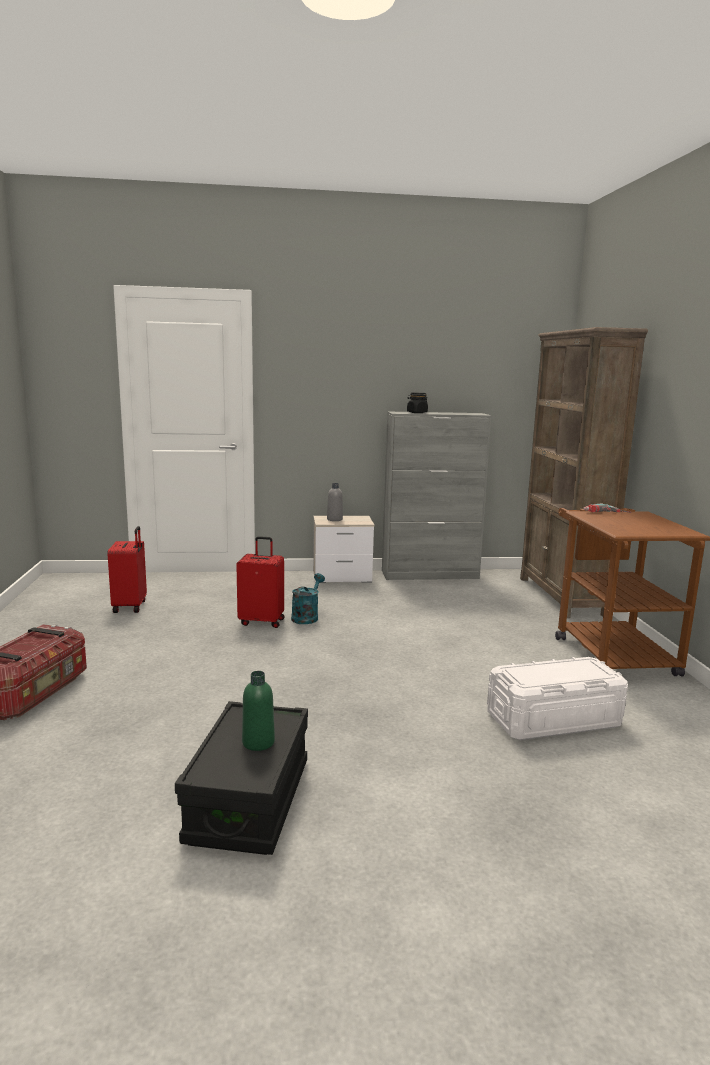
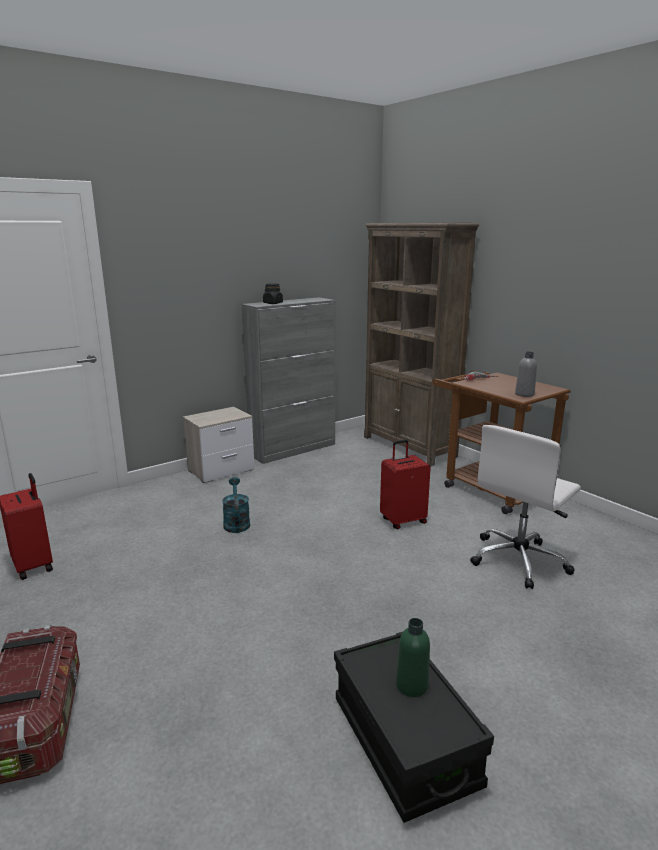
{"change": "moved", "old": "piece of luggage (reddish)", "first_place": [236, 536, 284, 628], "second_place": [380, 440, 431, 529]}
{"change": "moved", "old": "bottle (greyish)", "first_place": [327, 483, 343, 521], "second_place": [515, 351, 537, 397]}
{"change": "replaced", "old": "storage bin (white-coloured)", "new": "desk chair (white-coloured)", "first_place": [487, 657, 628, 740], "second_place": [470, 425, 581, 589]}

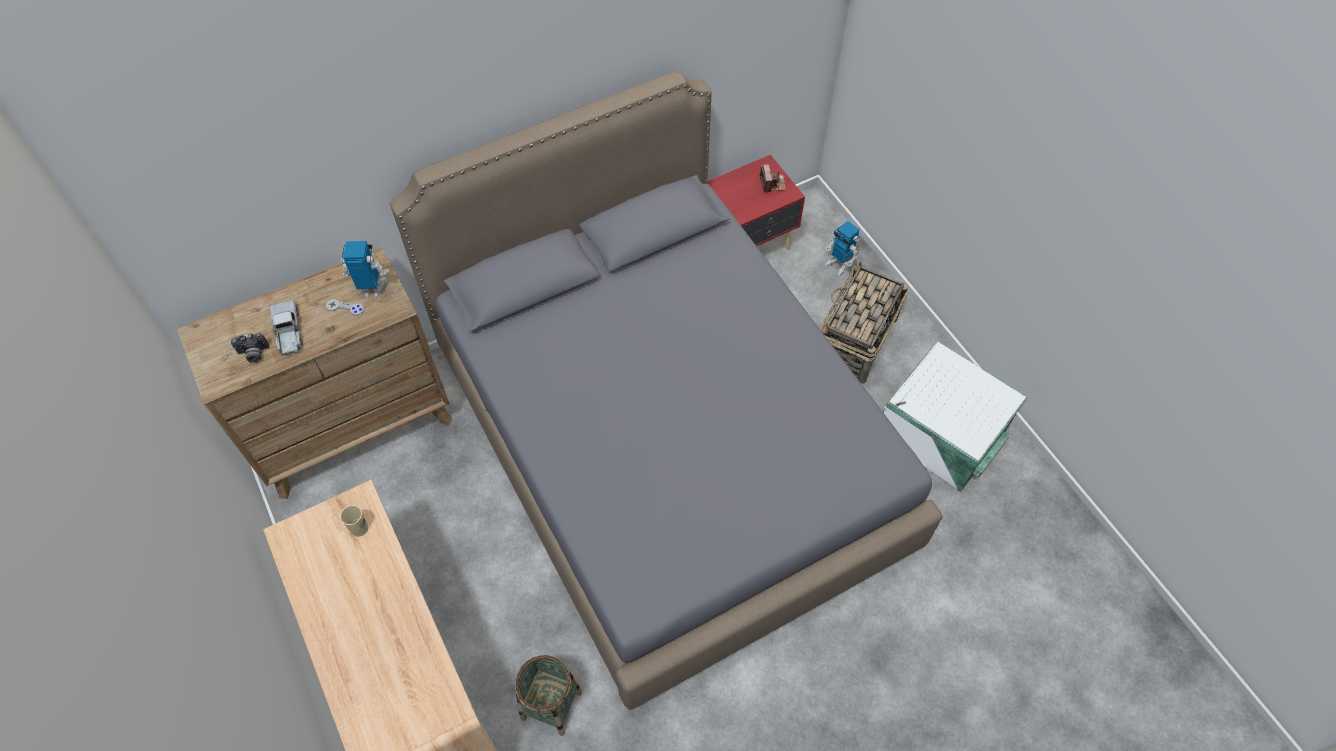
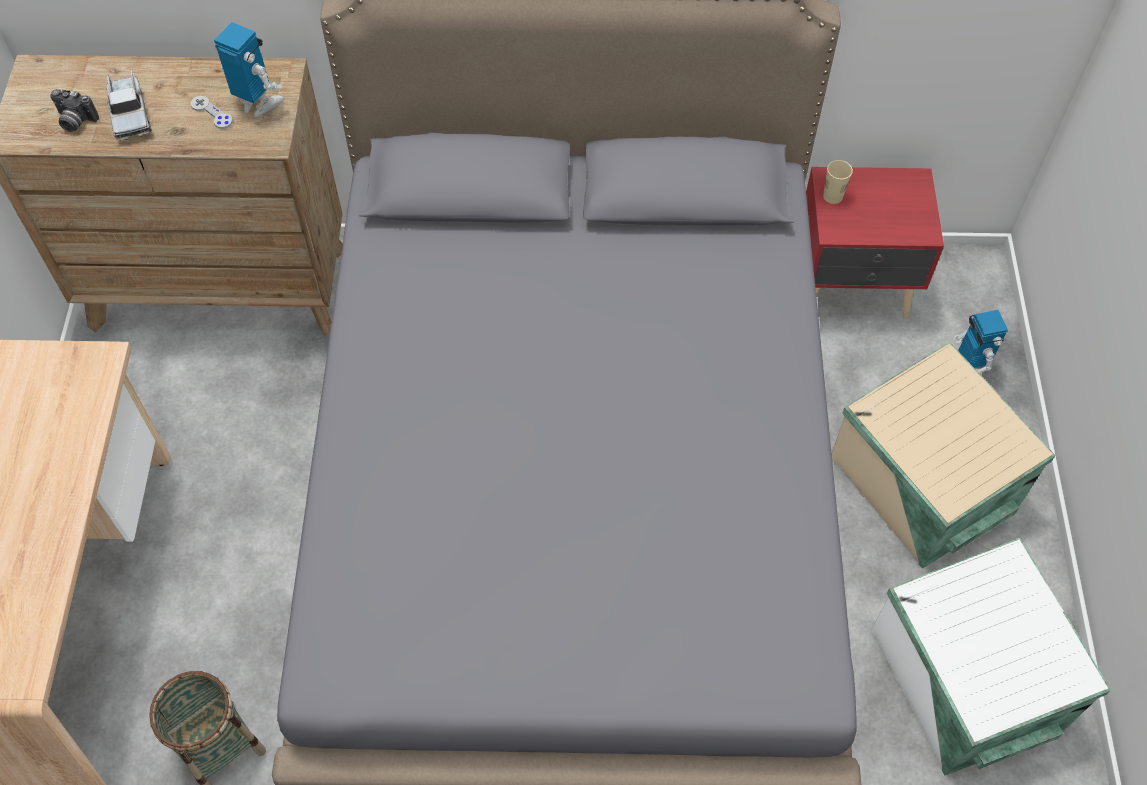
{"change": "removed", "old": "photo camera", "first_place": [760, 164, 786, 193]}
{"change": "moved", "old": "cup (beige)", "first_place": [340, 505, 368, 537], "second_place": [823, 160, 853, 204]}
{"change": "replaced", "old": "storage basket", "new": "storage bin (beige)", "first_place": [820, 261, 909, 384], "second_place": [832, 342, 1056, 569]}
{"change": "turned", "old": "toy truck", "first_place": [270, 301, 303, 355], "second_place": [106, 70, 152, 140], "degrees": 150}

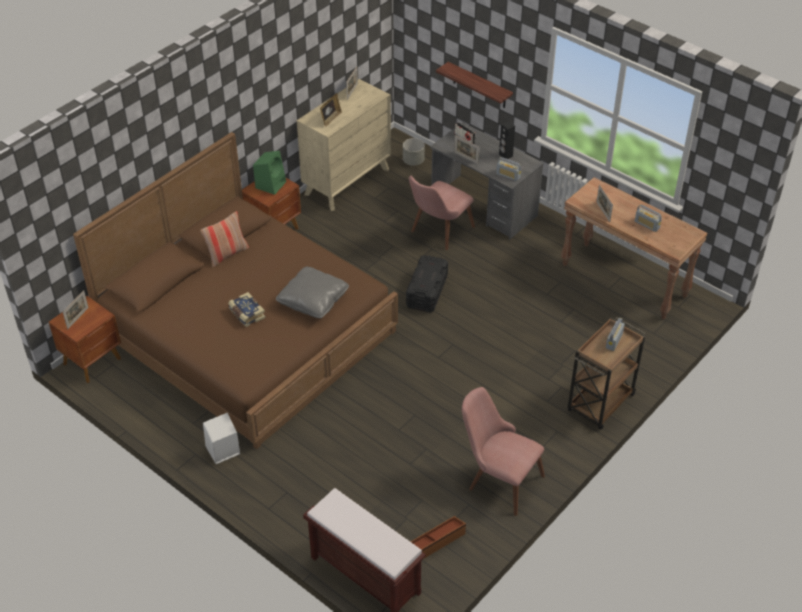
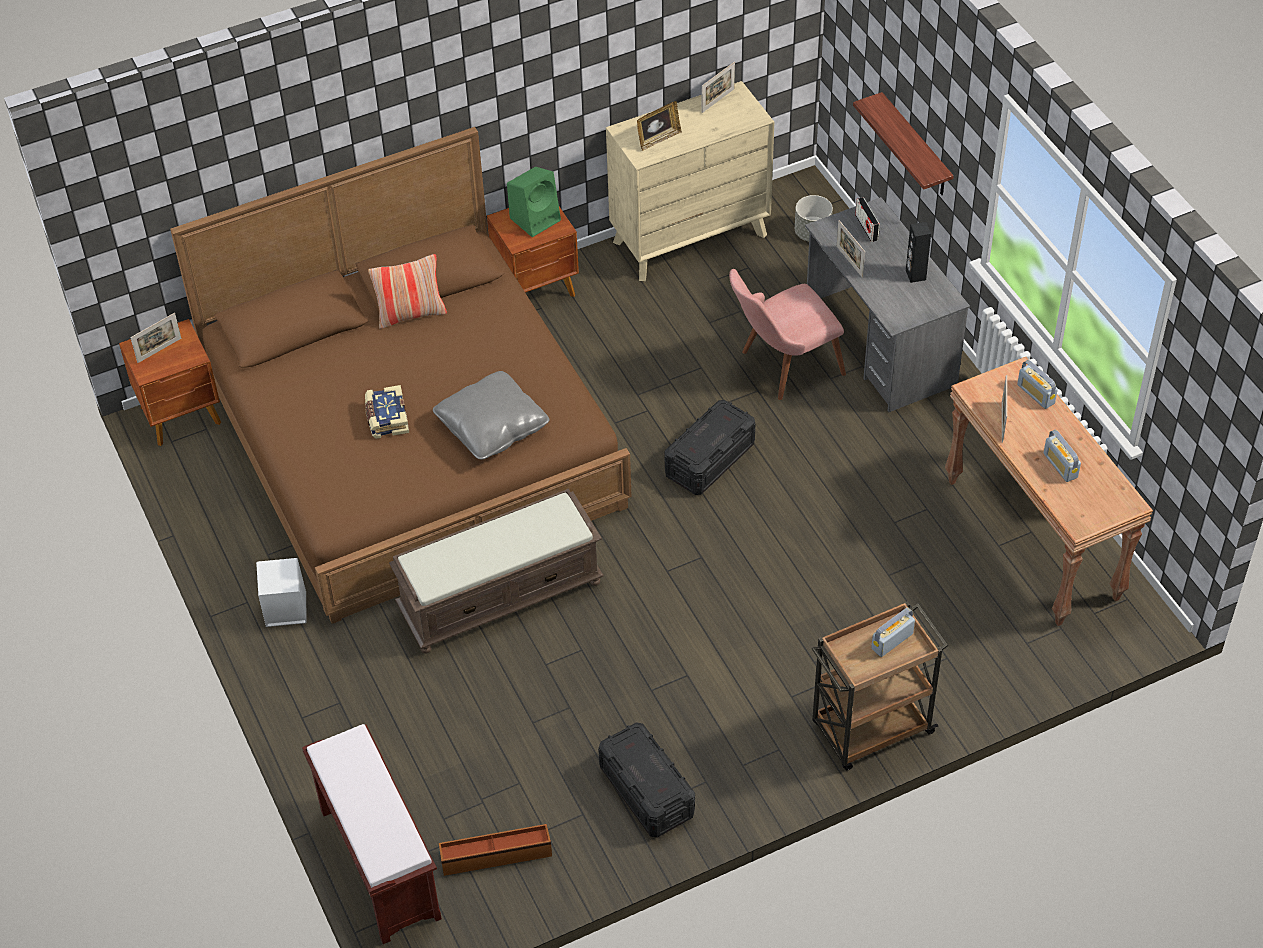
{"change": "added", "new": "long seat (brownish)", "second_place": [389, 489, 604, 654]}
{"change": "moved", "old": "radio", "first_place": [496, 157, 521, 181], "second_place": [1017, 360, 1058, 409]}
{"change": "replaced", "old": "upright chair (pink-coloured)", "new": "storage bin (black)", "first_place": [462, 387, 545, 516], "second_place": [598, 722, 695, 838]}

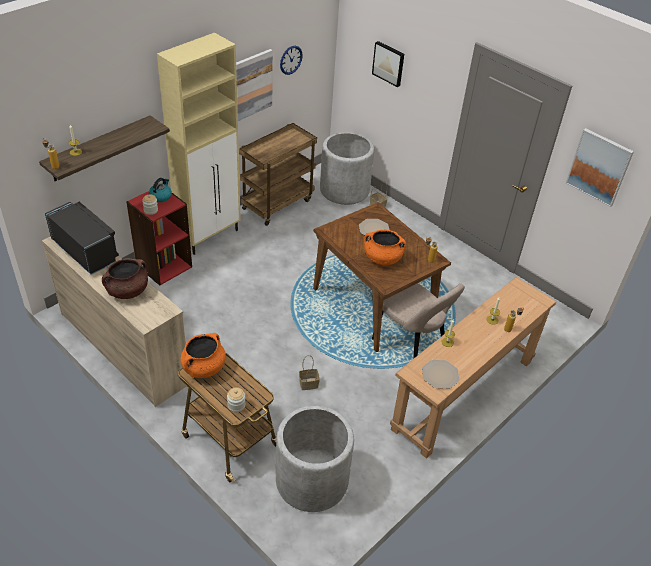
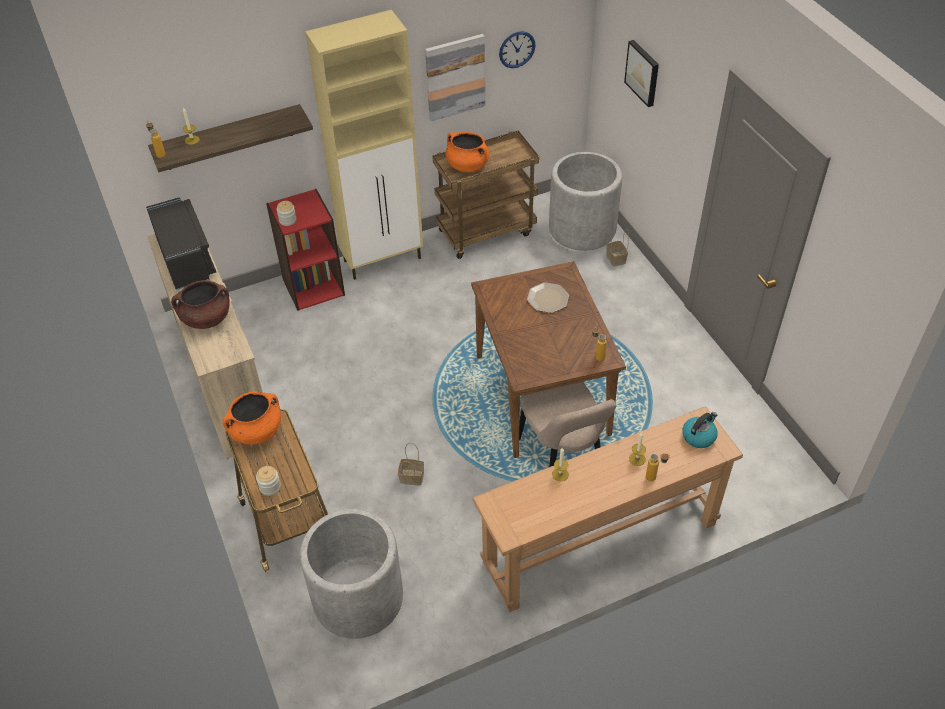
{"change": "removed", "old": "dinner plate", "first_place": [422, 360, 460, 389]}
{"change": "removed", "old": "wall art", "first_place": [566, 128, 634, 207]}
{"change": "moved", "old": "tea kettle", "first_place": [149, 178, 172, 202], "second_place": [682, 412, 718, 448]}
{"change": "moved", "old": "saucepot (orangey)", "first_place": [364, 230, 406, 265], "second_place": [446, 132, 489, 172]}

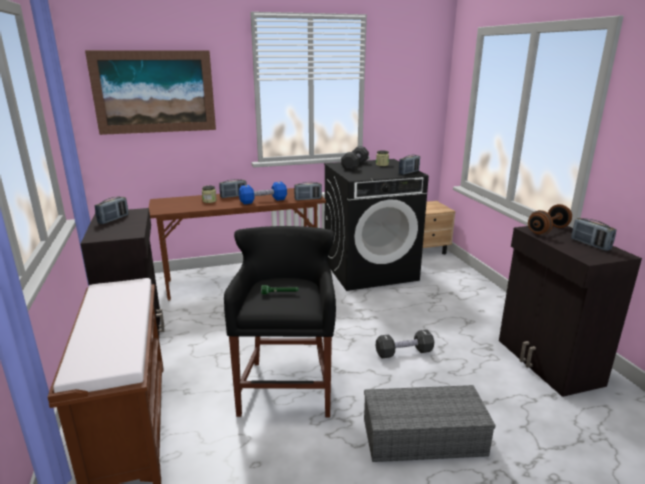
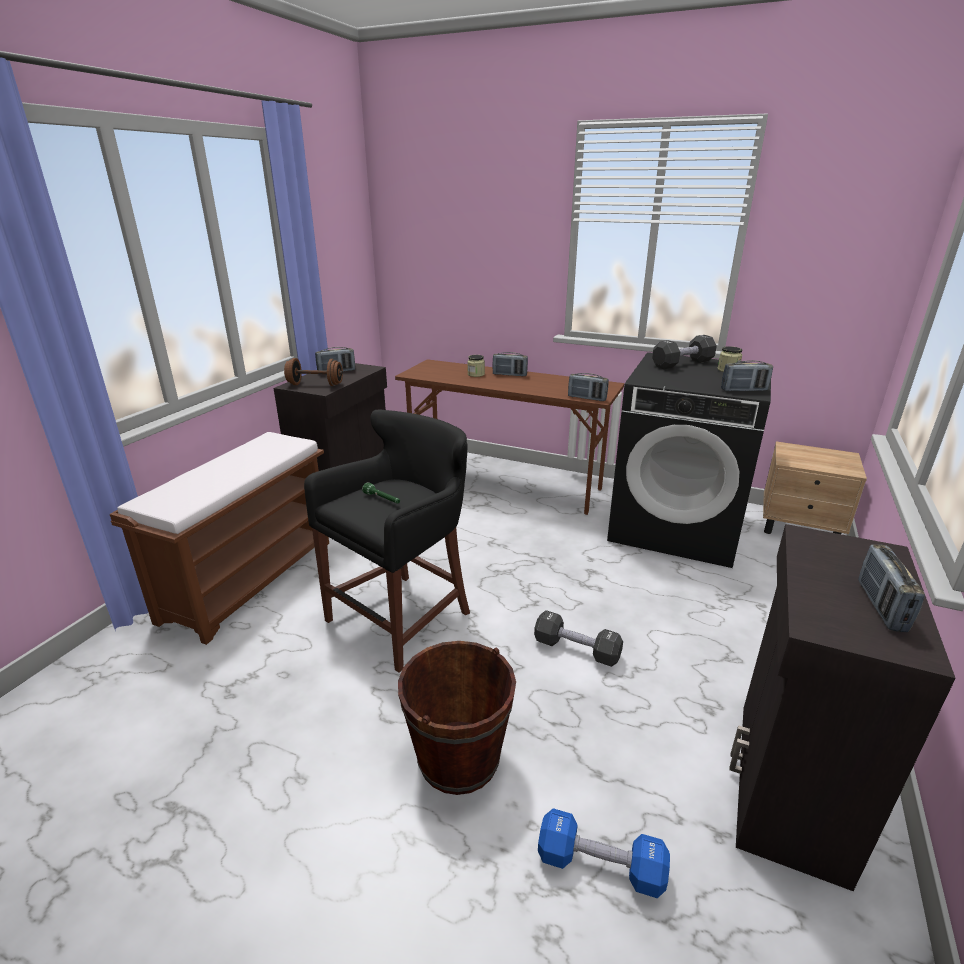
{"change": "removed", "old": "wall art", "first_place": [85, 50, 216, 135]}
{"change": "moved", "old": "dumbbell (bluish)", "first_place": [239, 182, 287, 204], "second_place": [538, 808, 670, 898]}
{"change": "moved", "old": "dumbbell (brownish)", "first_place": [528, 204, 572, 235], "second_place": [284, 358, 343, 386]}
{"change": "replaced", "old": "storage bin (greyish)", "new": "pail (brownish)", "first_place": [364, 385, 496, 462], "second_place": [398, 641, 516, 795]}

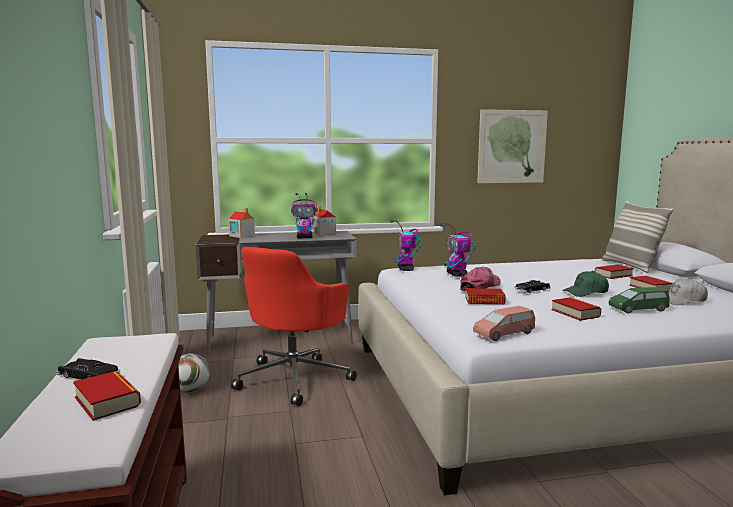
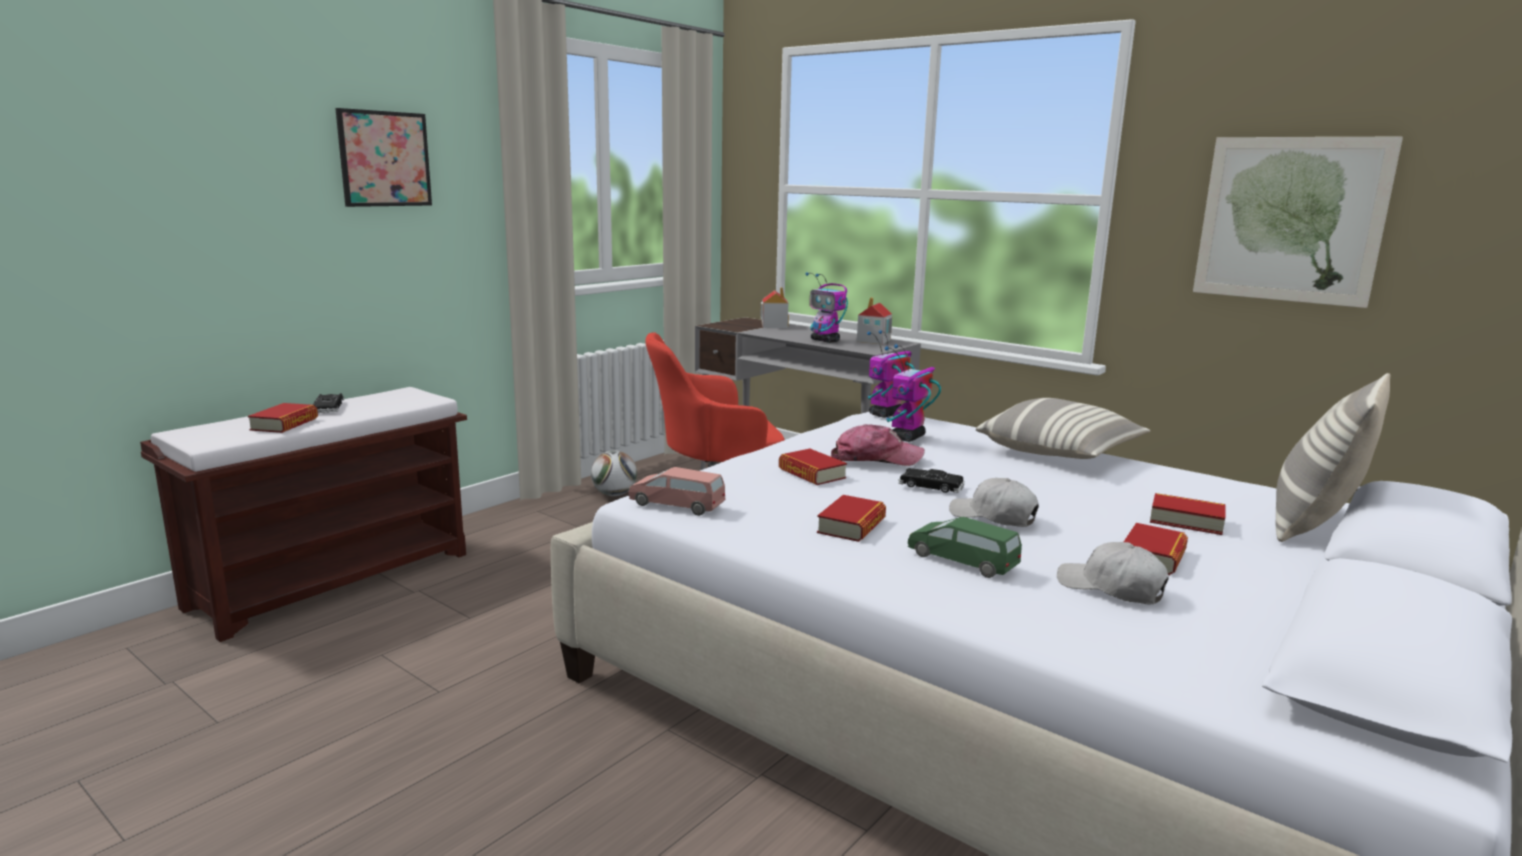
{"change": "added", "new": "wall art", "second_place": [335, 108, 432, 207]}
{"change": "added", "new": "throw pillow", "second_place": [976, 398, 1150, 459]}
{"change": "recoloured", "old": "baseball cap (green-coloured)", "new": "baseball cap (white-coloured)", "first_place": [563, 271, 609, 297], "second_place": [949, 478, 1039, 527]}

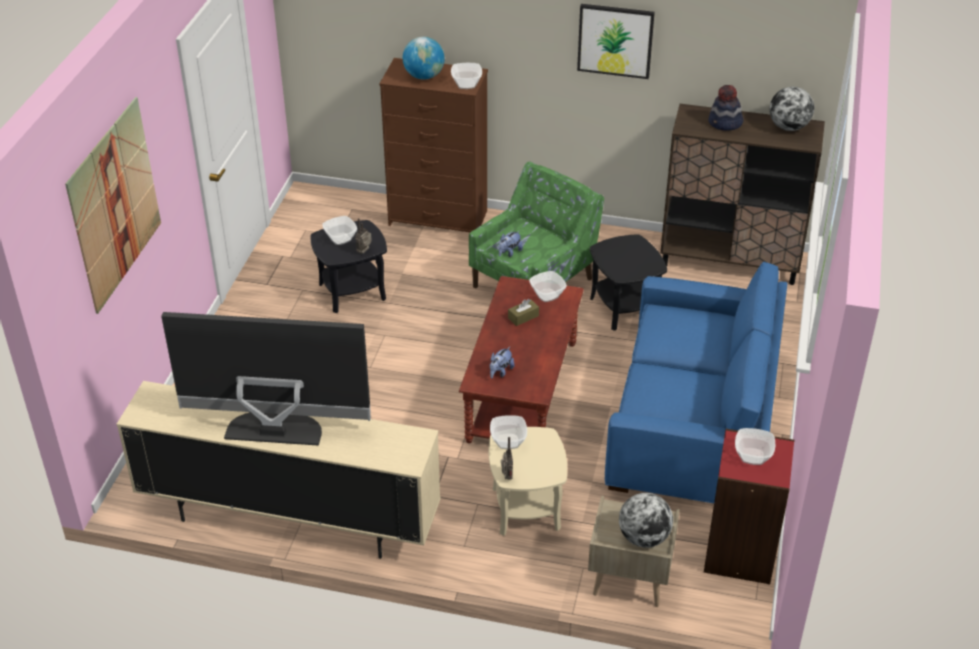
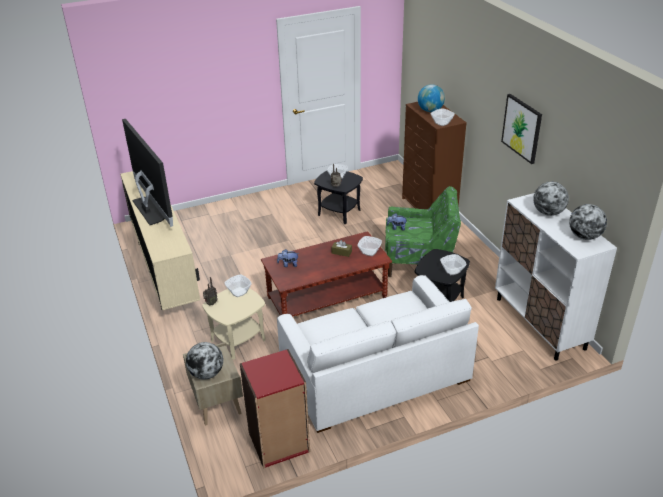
{"change": "removed", "old": "wall art", "first_place": [65, 97, 161, 314]}
{"change": "moved", "old": "deep dish", "first_place": [735, 428, 775, 465], "second_place": [440, 254, 467, 275]}
{"change": "replaced", "old": "hat", "new": "desk globe", "first_place": [708, 85, 743, 131], "second_place": [533, 182, 569, 216]}
{"change": "recoloured", "old": "sofa (bluish)", "new": "sofa (white-coloured)", "first_place": [605, 262, 788, 503], "second_place": [277, 275, 479, 433]}
{"change": "recoloured", "old": "cupboard (brownish)", "new": "cupboard (white-coloured)", "first_place": [660, 104, 825, 285], "second_place": [495, 193, 617, 361]}

